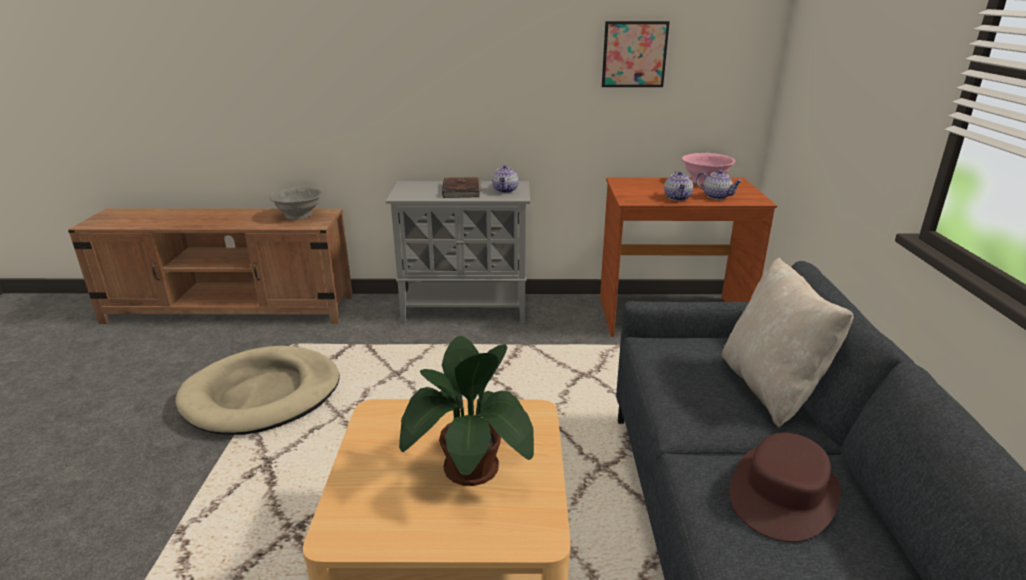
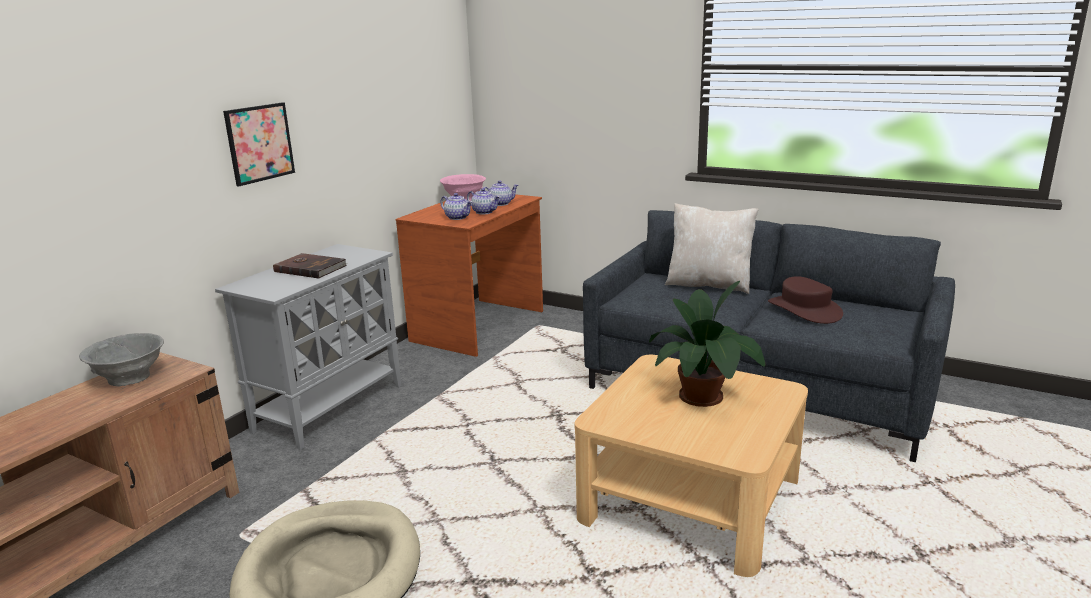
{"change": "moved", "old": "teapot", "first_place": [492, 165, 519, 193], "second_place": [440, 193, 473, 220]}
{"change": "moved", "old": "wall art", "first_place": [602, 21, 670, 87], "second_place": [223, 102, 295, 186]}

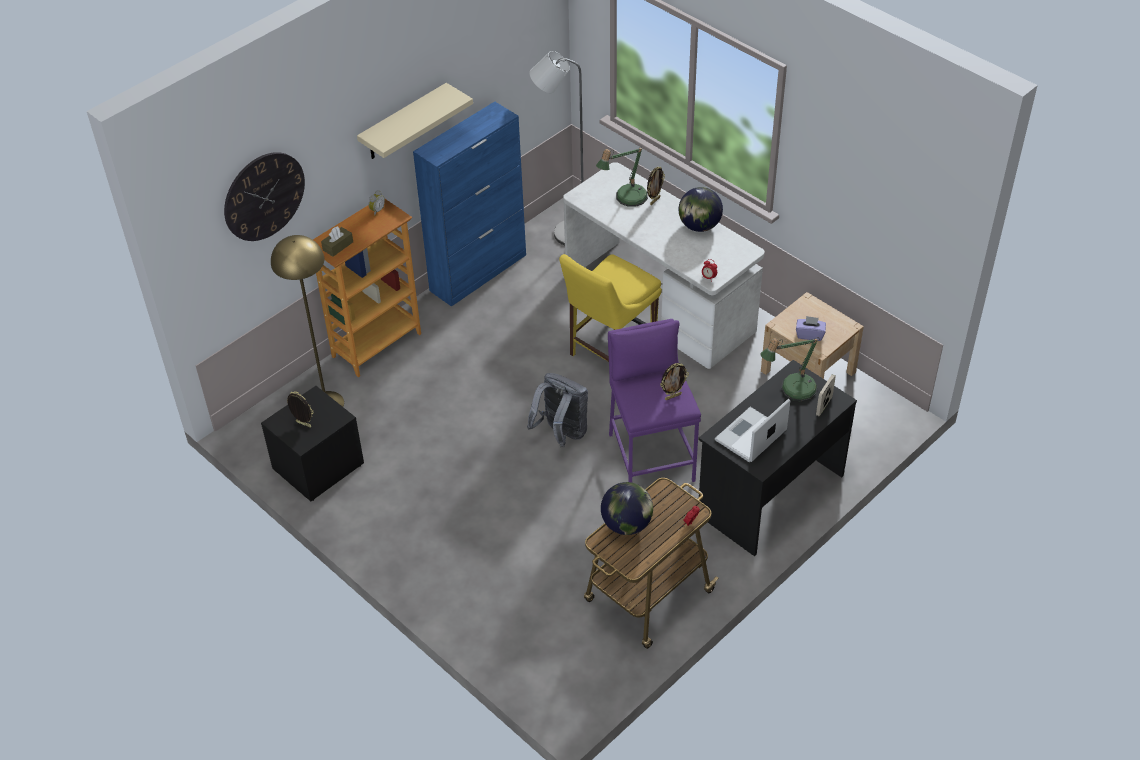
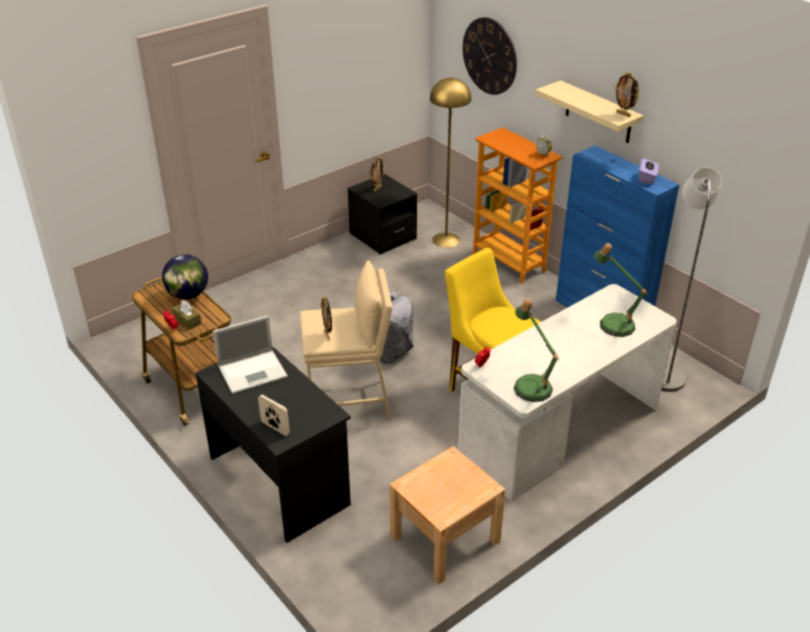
{"change": "removed", "old": "desk globe", "first_place": [679, 187, 723, 232]}
{"change": "moved", "old": "tissue holder (brownish)", "first_place": [321, 226, 353, 257], "second_place": [172, 301, 202, 330]}
{"change": "moved", "old": "photo frame", "first_place": [647, 166, 665, 205], "second_place": [614, 72, 639, 117]}
{"change": "moved", "old": "lamp for a table", "first_place": [760, 338, 818, 402], "second_place": [514, 299, 559, 402]}
{"change": "moved", "old": "tissue holder (purple-coloured)", "first_place": [796, 316, 826, 341], "second_place": [639, 158, 659, 184]}
{"change": "recoloured", "old": "sitting stool (purple-coloured)", "new": "sitting stool (beige)", "first_place": [608, 319, 701, 483], "second_place": [300, 260, 393, 421]}
{"change": "turned", "old": "notebook computer", "first_place": [715, 399, 790, 462], "second_place": [213, 316, 288, 394], "degrees": 105}

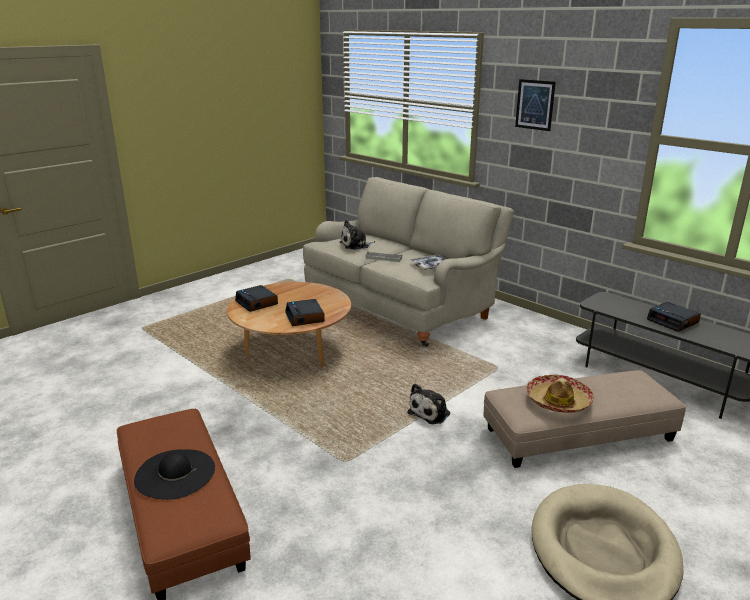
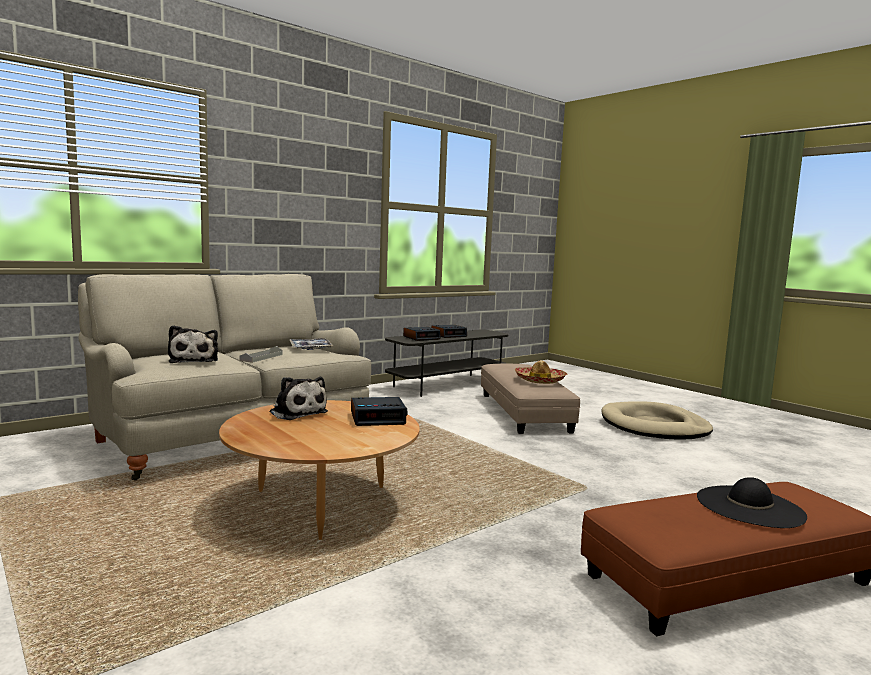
{"change": "removed", "old": "wall art", "first_place": [515, 79, 556, 131]}
{"change": "moved", "old": "table clock", "first_place": [235, 285, 278, 312], "second_place": [403, 327, 441, 341]}
{"change": "moved", "old": "plush toy", "first_place": [407, 383, 450, 424], "second_place": [270, 377, 328, 420]}

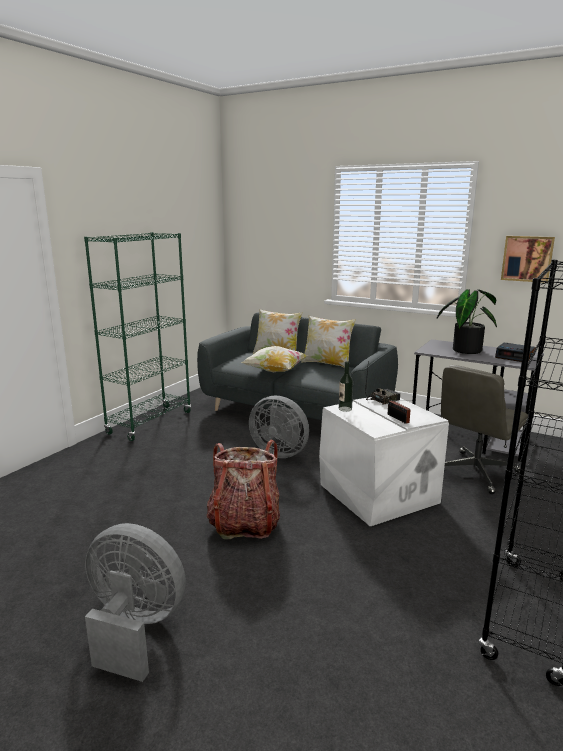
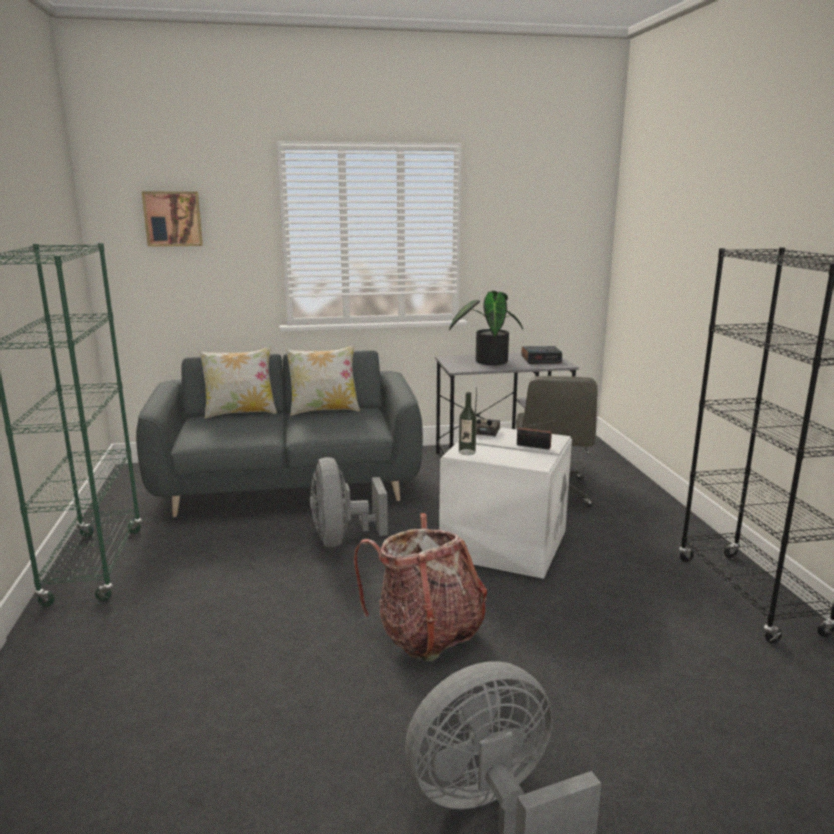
{"change": "removed", "old": "throw pillow", "first_place": [241, 346, 309, 372]}
{"change": "moved", "old": "wall art", "first_place": [501, 236, 555, 283], "second_place": [142, 191, 203, 247]}
{"change": "turned", "old": "electric fan (greyish)", "first_place": [249, 396, 309, 458], "second_place": [310, 457, 388, 547], "degrees": 90}

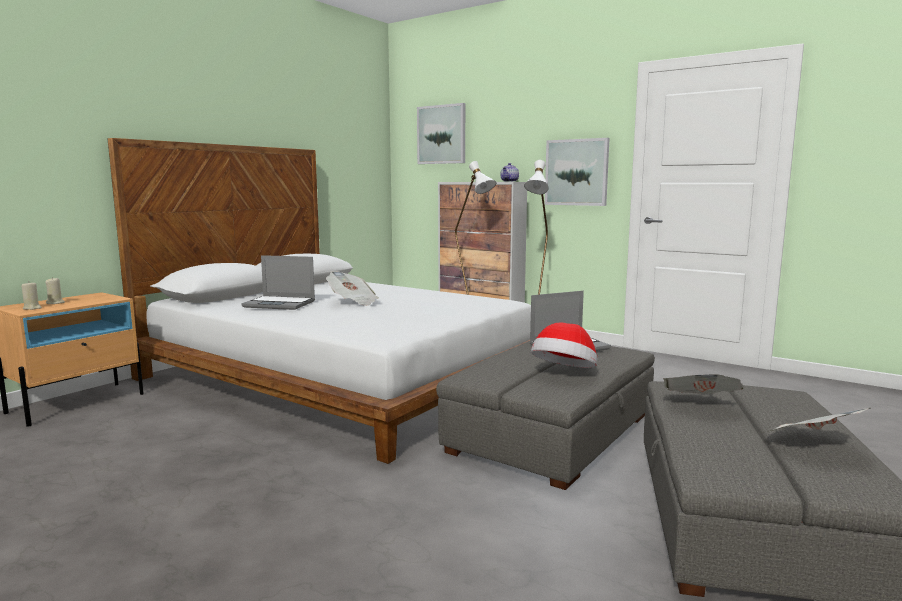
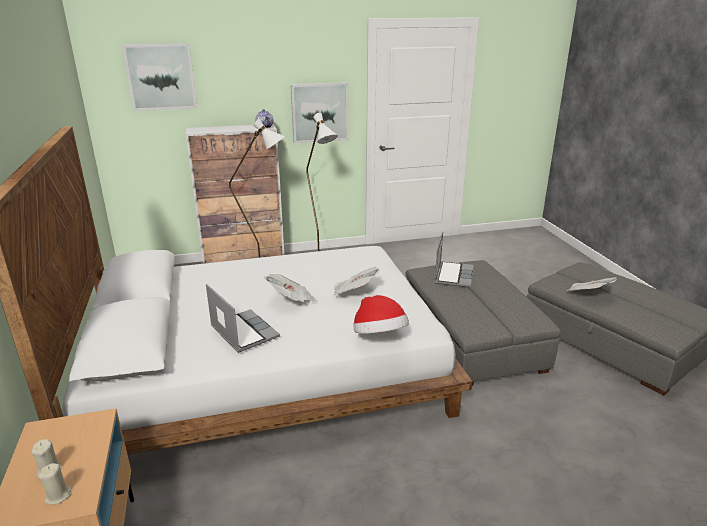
{"change": "moved", "old": "hat", "first_place": [531, 322, 597, 368], "second_place": [353, 295, 409, 334]}
{"change": "moved", "old": "newspaper", "first_place": [761, 408, 871, 433], "second_place": [334, 266, 379, 295]}
{"change": "turned", "old": "notebook computer", "first_place": [241, 255, 315, 310], "second_place": [206, 284, 280, 353], "degrees": -90}

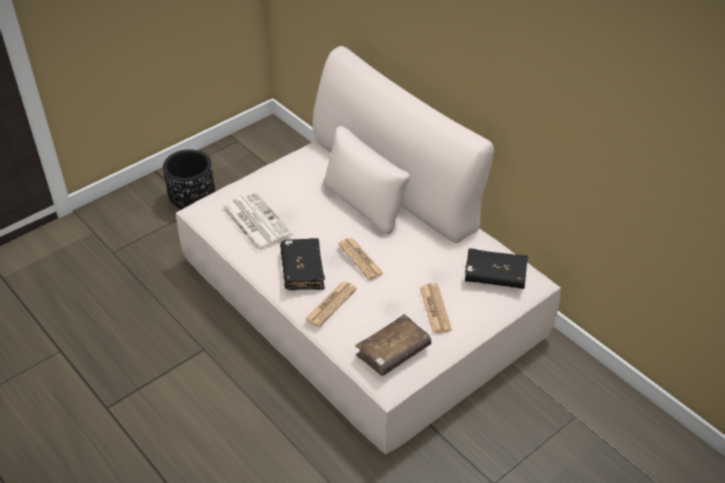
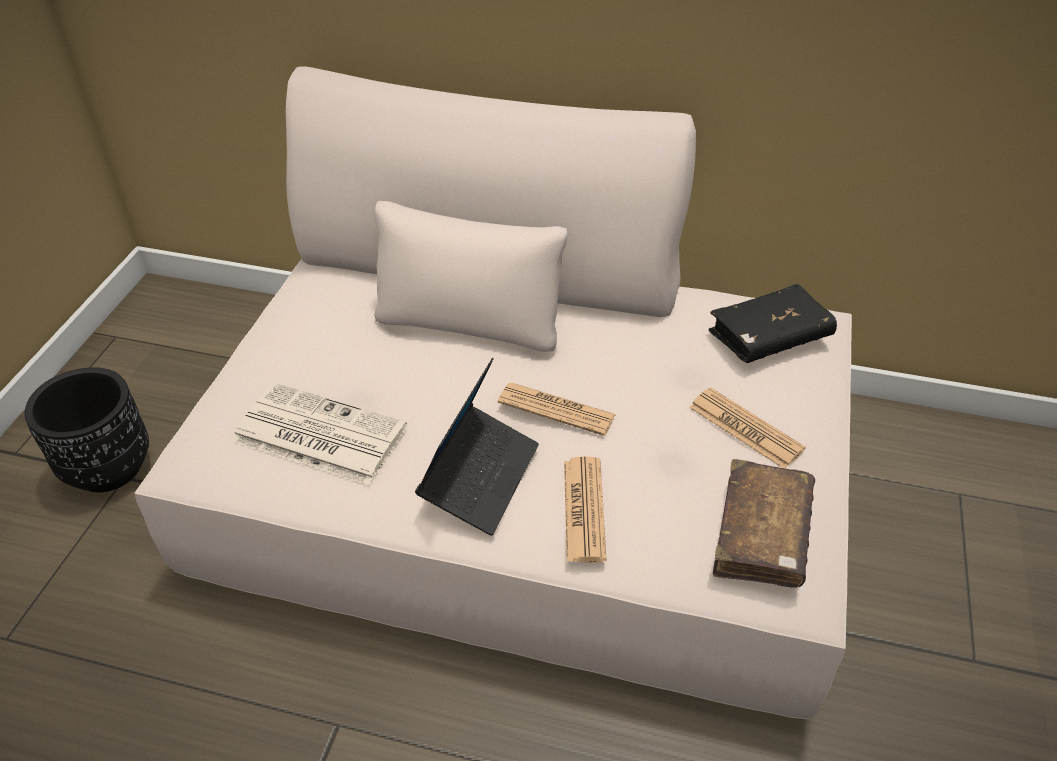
{"change": "replaced", "old": "volume (black)", "new": "notebook computer", "first_place": [280, 238, 325, 290], "second_place": [415, 357, 539, 536]}

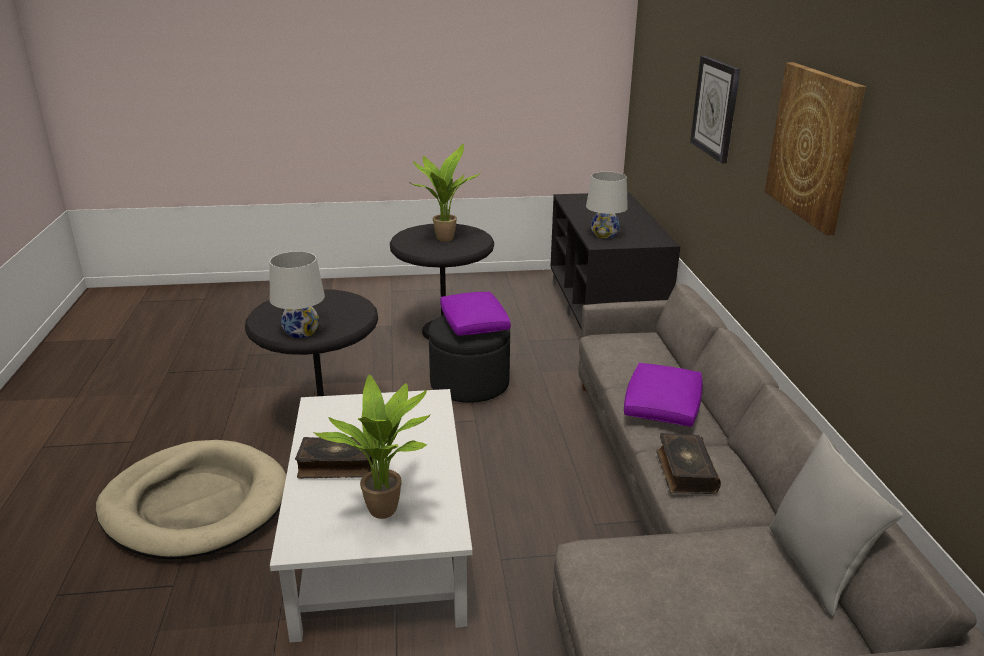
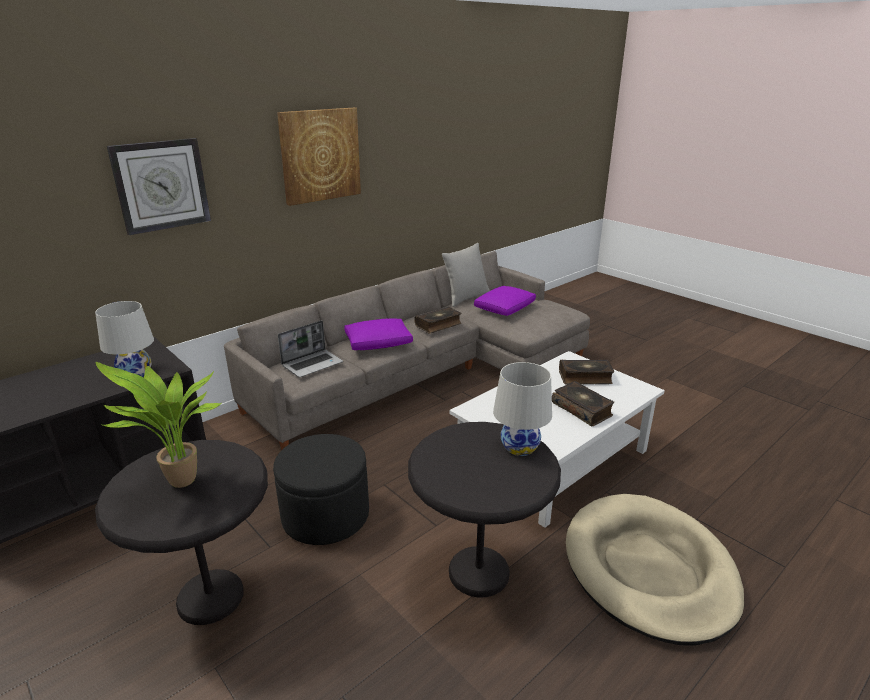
{"change": "added", "new": "notebook computer", "second_place": [278, 320, 343, 377]}
{"change": "moved", "old": "throw pillow (purple-coloured)", "first_place": [440, 292, 511, 336], "second_place": [474, 286, 536, 316]}
{"change": "replaced", "old": "houseplant", "new": "volume", "first_place": [313, 375, 432, 519], "second_place": [559, 360, 614, 384]}

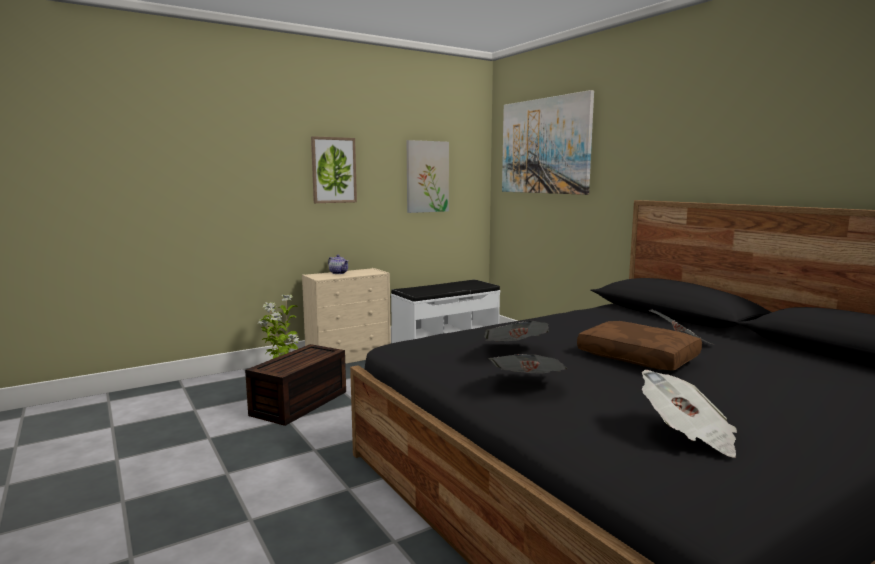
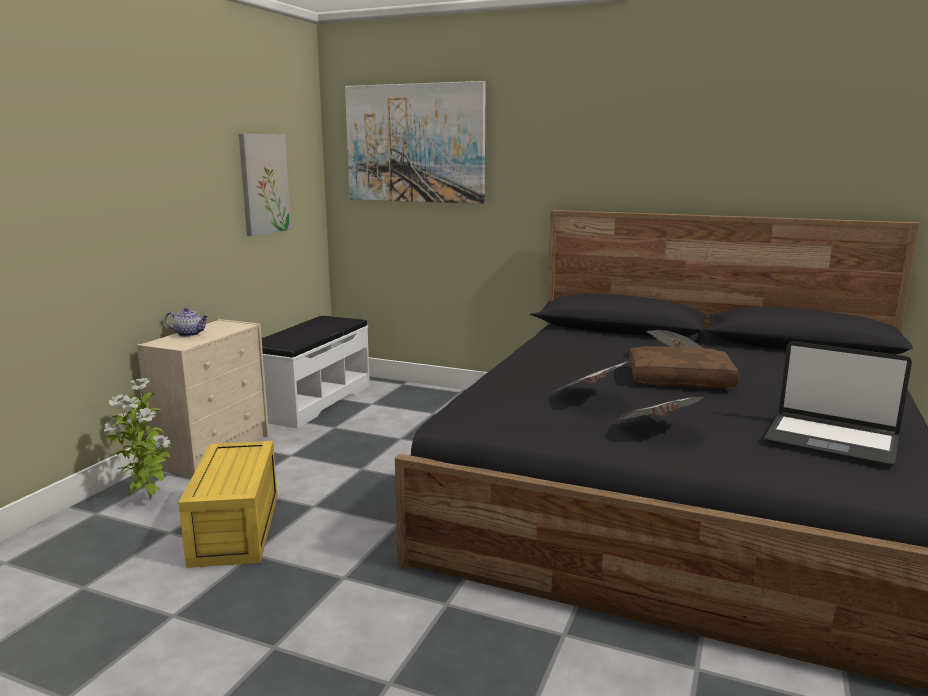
{"change": "removed", "old": "wall art", "first_place": [311, 136, 357, 203]}
{"change": "replaced", "old": "newspaper", "new": "notebook computer", "first_place": [642, 370, 737, 458], "second_place": [764, 341, 912, 467]}
{"change": "recoloured", "old": "storage bin (brownish)", "new": "storage bin (yellow)", "first_place": [245, 344, 346, 426], "second_place": [178, 441, 278, 568]}

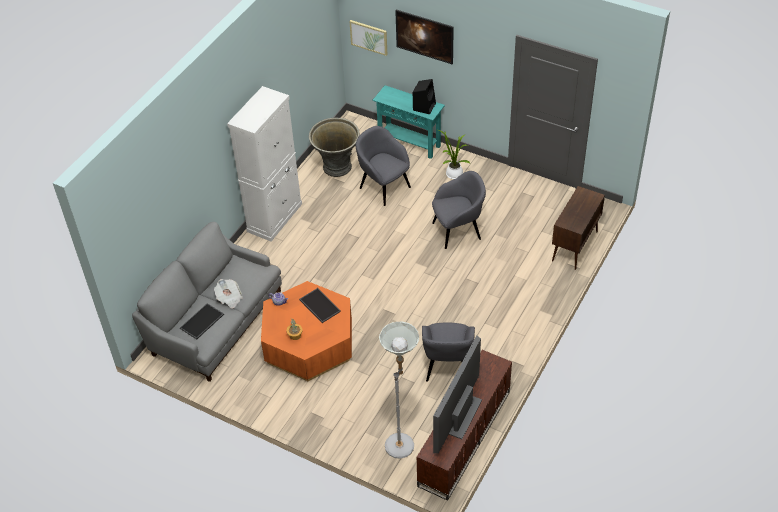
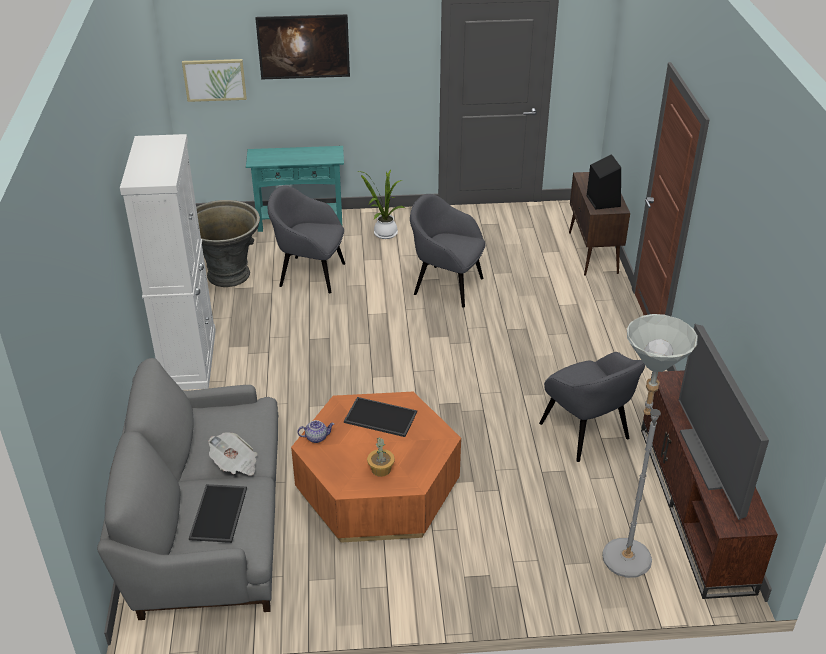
{"change": "moved", "old": "loudspeaker (black)", "first_place": [413, 79, 436, 114], "second_place": [587, 154, 621, 210]}
{"change": "turned", "old": "armchair (greyish)", "first_place": [432, 171, 486, 249], "second_place": [410, 194, 486, 307], "degrees": -105}

